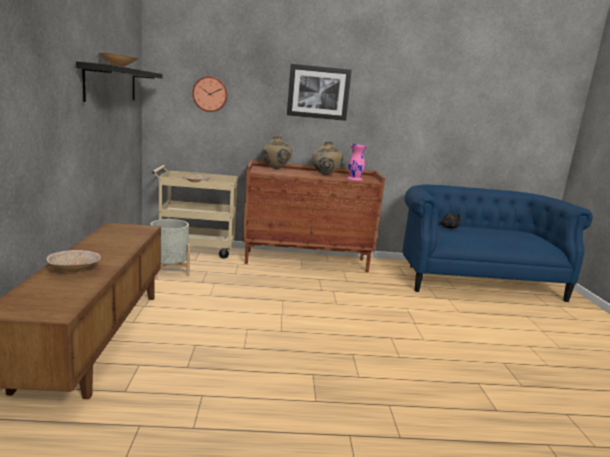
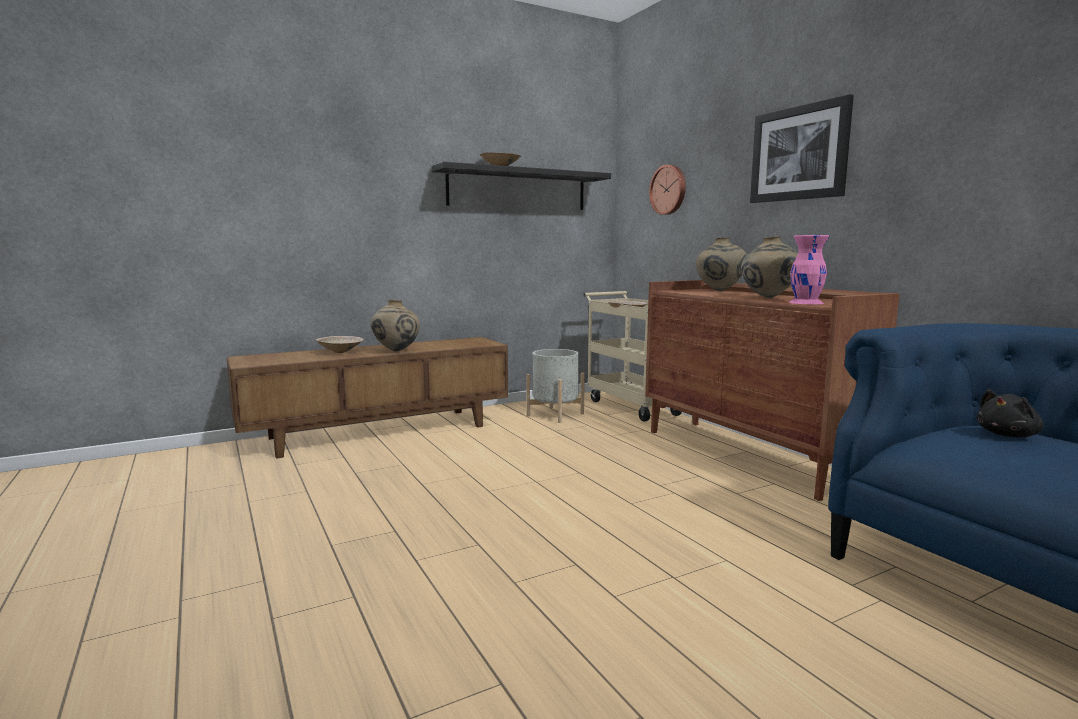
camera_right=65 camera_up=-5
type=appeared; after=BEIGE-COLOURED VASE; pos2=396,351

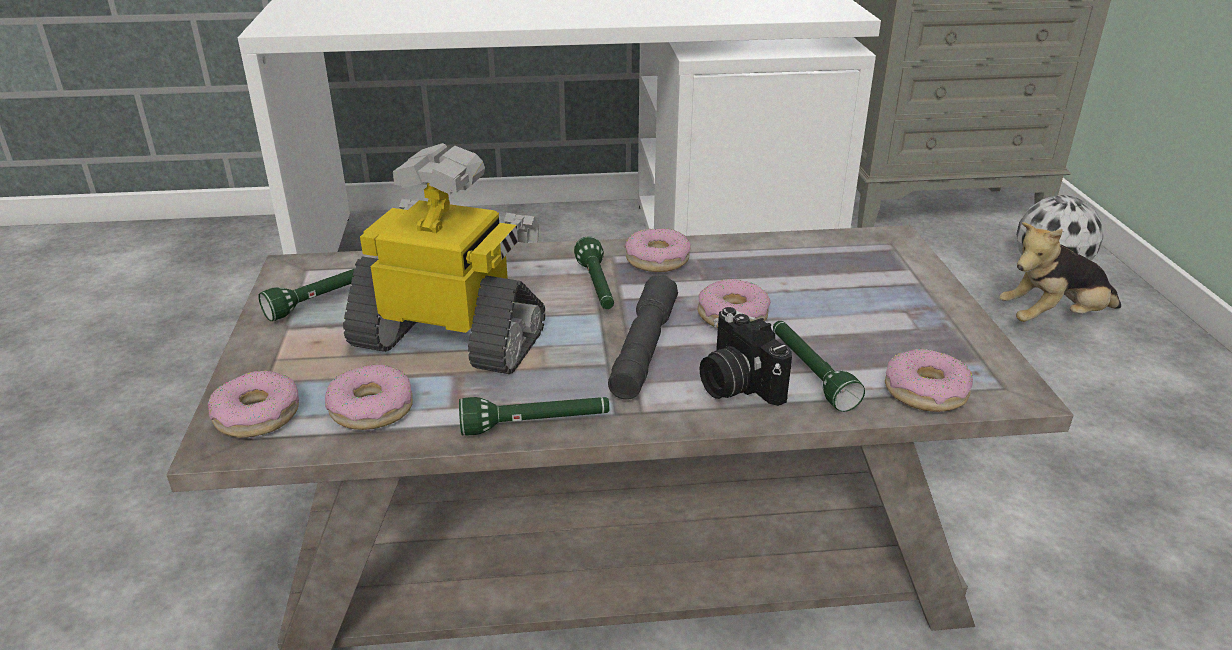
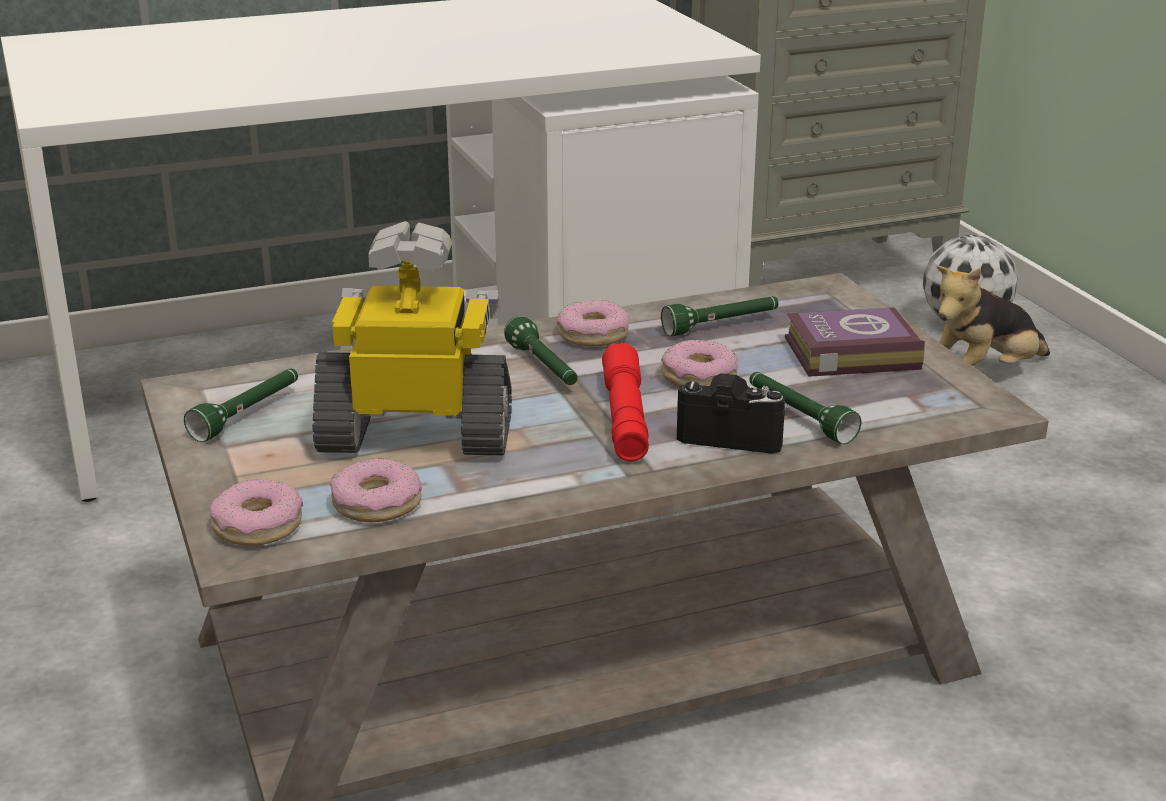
camera_right=-15 camera_up=-5
type=colour; before=GRAY FLASHLIGHT; after=REDDISH FLASHLIGHT; pos1=643,349; pos2=625,418
type=relocated; before=GREENISH FLASHLIGHT; pos1=536,425; pos2=721,326
type=spun; before=STILL CAMERA; pos1=735,384; pos2=732,435; turn=150
type=appeared; after=BOOK; pos2=847,352
type=missing; before=DOUGHNUT; pos1=926,391

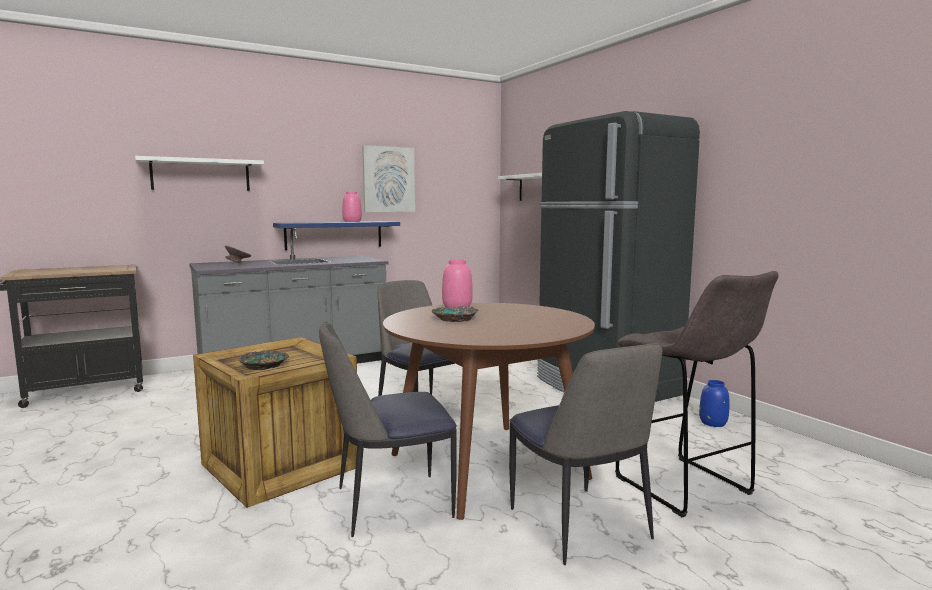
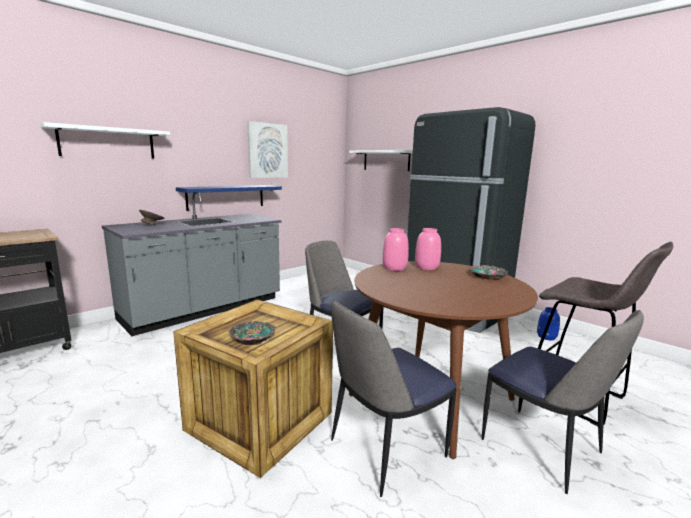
camera_right=-15 camera_up=5
type=relocated; before=PINKISH VASE; pos1=352,221; pos2=426,267
type=relocated; before=SERVING BOWL; pos1=454,318; pos2=487,276

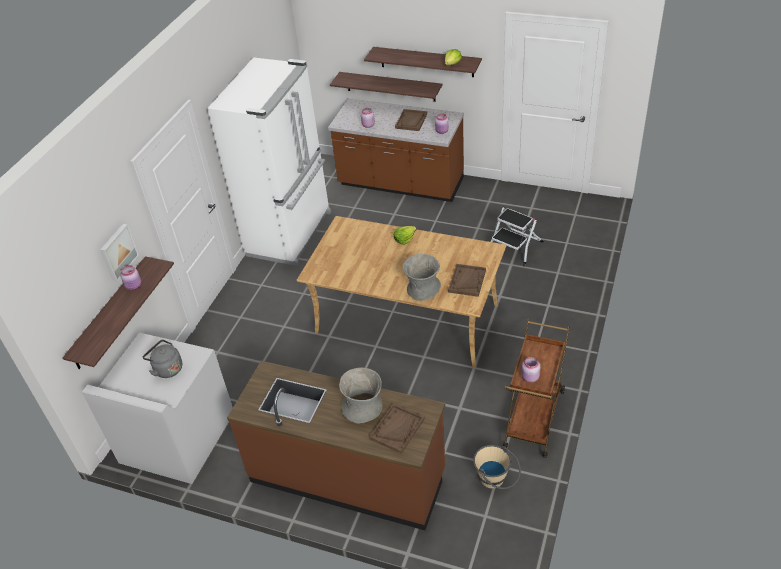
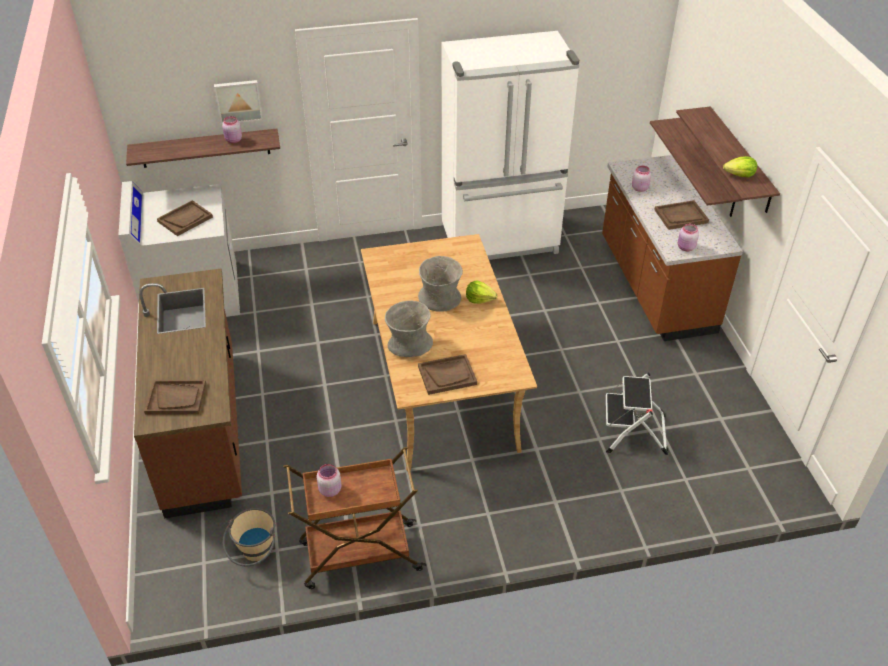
camera_right=55 camera_up=0
type=exchanged; before=GRAY TEA KETTLE; after=BROWN TRAY; pos1=167,368; pos2=185,219
type=relocated; before=GRAY VASE; pos1=363,407; pos2=440,299

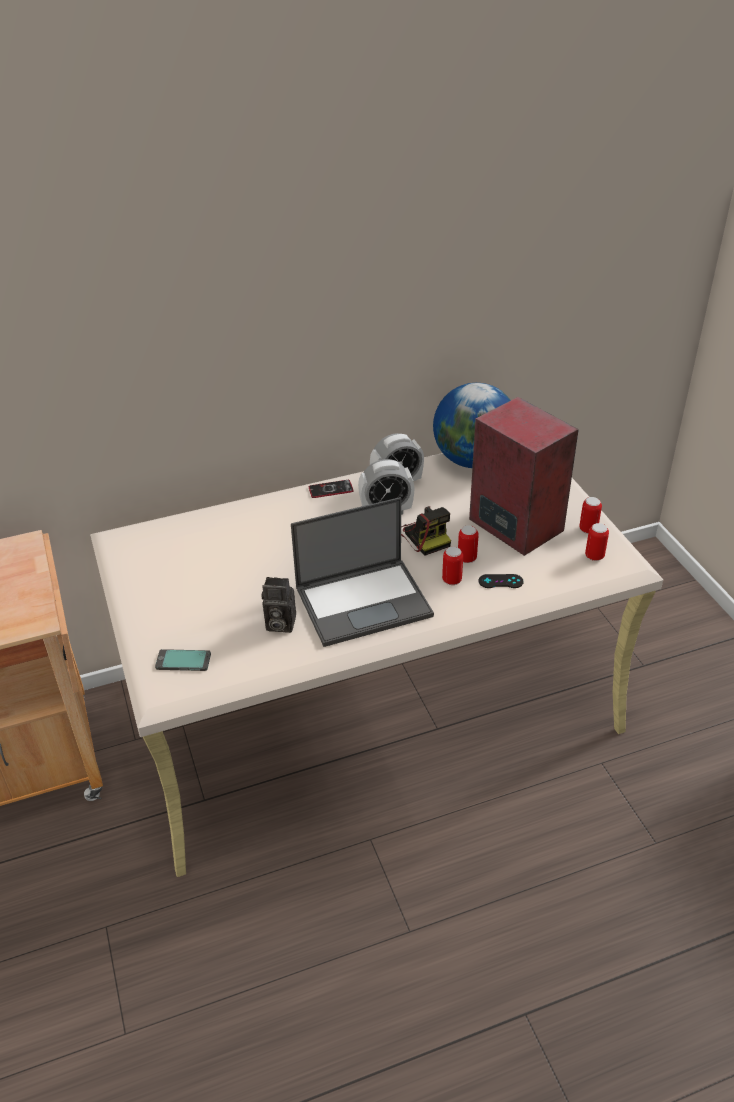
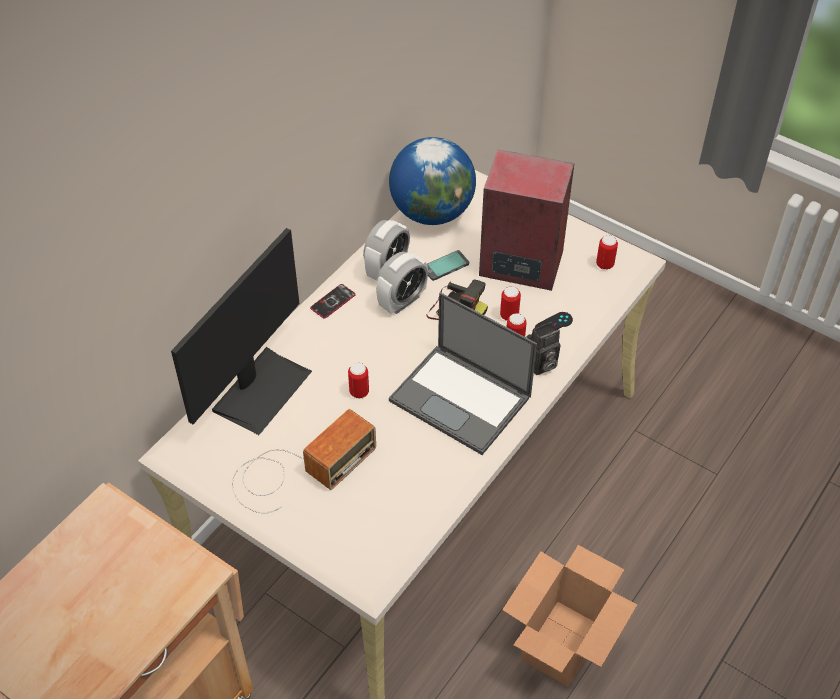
camera_right=-35 camera_up=10
type=appeared; after=COMPUTER SCREEN; pos2=261,389
type=appeared; after=RADIO RECEIVER; pos2=298,470
type=relocated; before=CAN; pos1=588,529; pos2=359,392
type=spun; before=NOTEBOOK COMPUTER; pos1=365,601; pos2=462,399; turn=90
type=relocated; before=HANDSET; pos1=183,661; pos2=446,266
type=appeared; after=PACKING BOX; pos2=562,642
type=relocated; before=STILL CAMERA; pos1=278,624; pos2=540,365

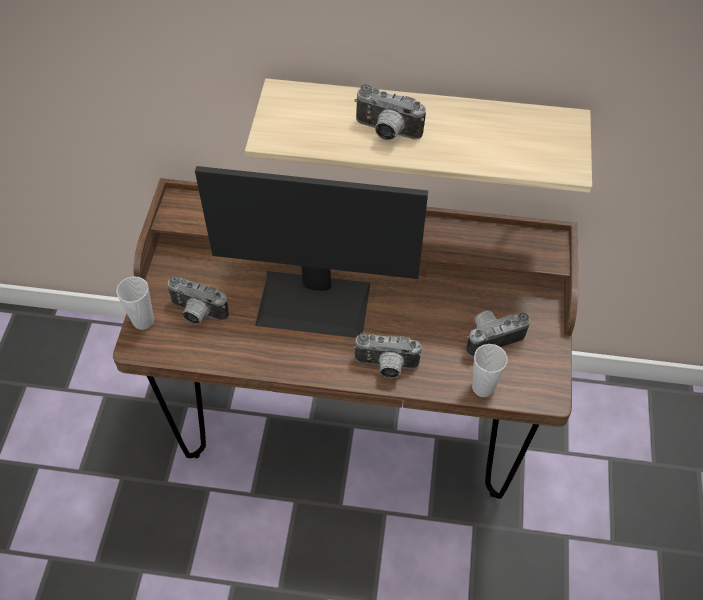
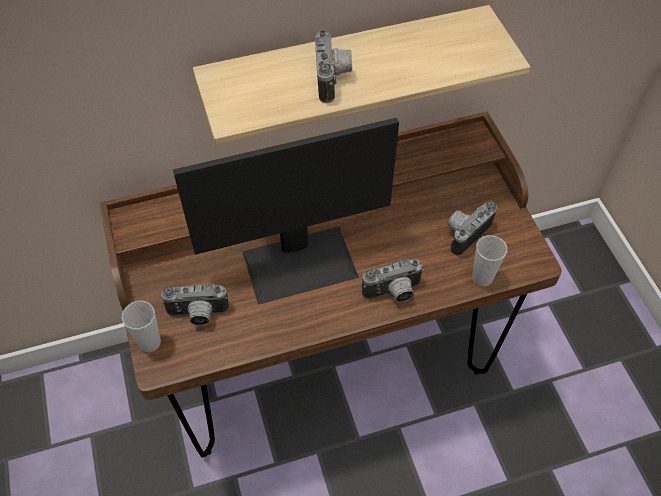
camera_right=-25 camera_up=0
type=spun; before=STILL CAMERA; pos1=386,132; pos2=333,79; turn=-90

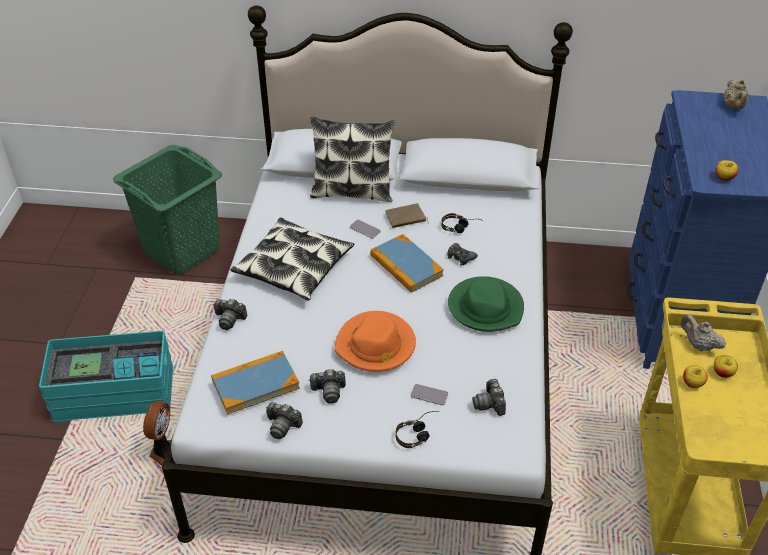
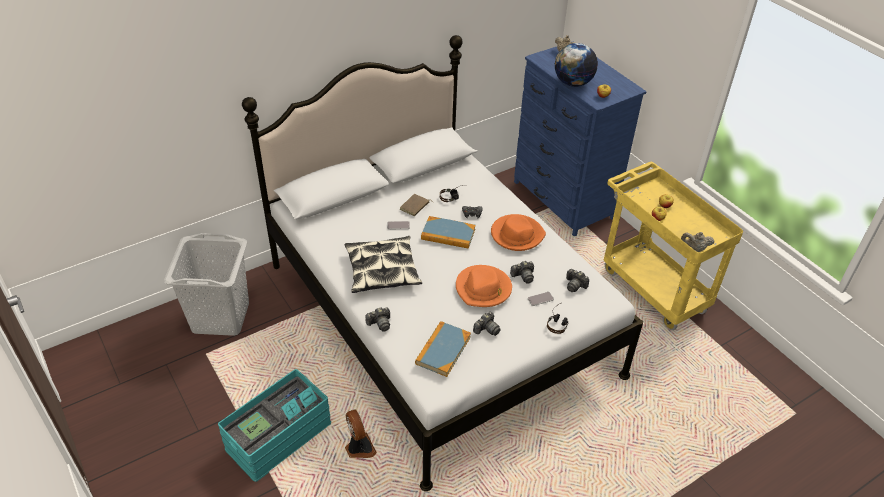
camera_right=-40 camera_up=0
type=colour; before=GREENISH LAUNDRY BASKET; after=GRAY LAUNDRY BASKET; pos1=183,250; pos2=221,317
type=colour; before=GREENISH CLOTHING HAT; after=ORANGE-COLOURED CLOTHING HAT; pos1=486,307; pos2=517,235
type=relocated; before=STILL CAMERA; pos1=282,426; pos2=523,276
type=appeared; after=WORLD GLOBE; pos2=573,83
type=relocated; before=BEIGE-COLOURED TEAPOT; pos1=698,345; pos2=694,249
type=missing; before=CUSHION; pos1=352,191

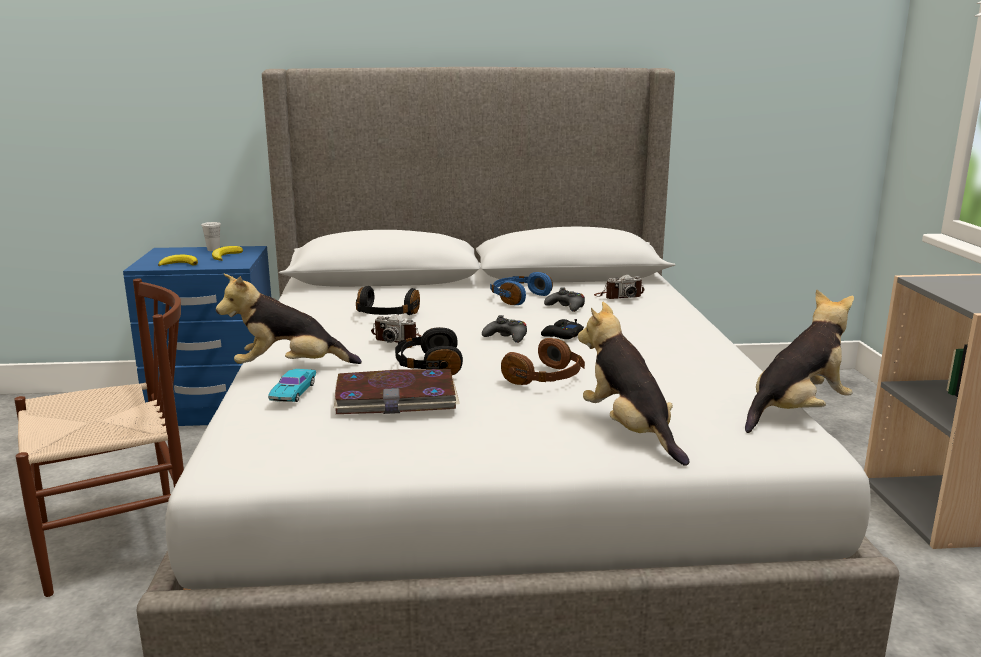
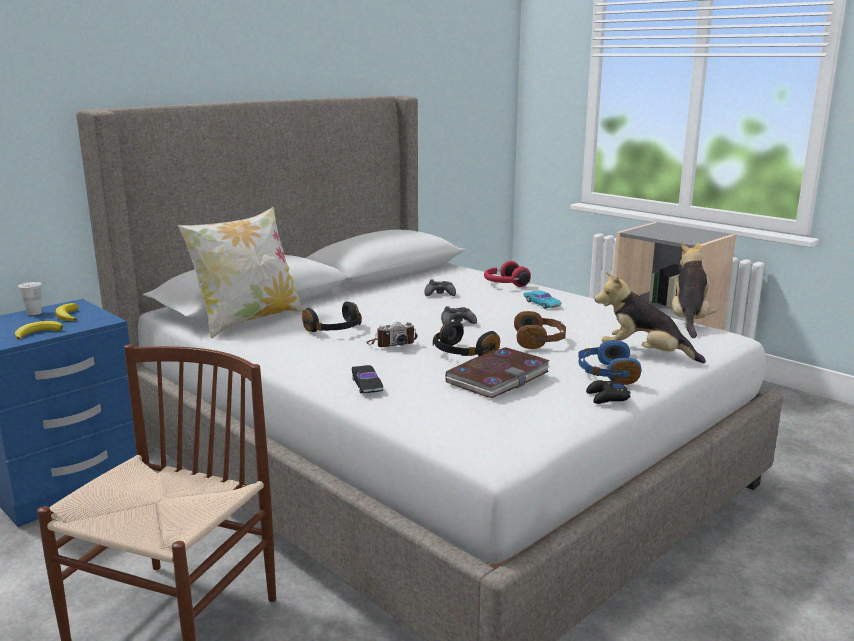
camera_right=-40 camera_up=0
type=appeared; after=CUSHION; pos2=248,321
type=exchanged; before=PLUSH TOY; after=BLACK MODEL CAR; pos1=289,368; pos2=366,384
type=appeared; after=REDDISH PAIR OF HEADPHONES; pos2=505,284
type=relocated; before=TURQUOISE-COLOURED MODEL CAR; pos1=293,391; pos2=541,303
type=relocated; before=BLUE-COLOURED PAIR OF HEADPHONES; pos1=518,298; pos2=606,374
type=relocated; before=BLACK GAME CONTROLLER; pos1=561,335; pos2=607,397
type=missing; before=STILL CAMERA; pos1=619,296

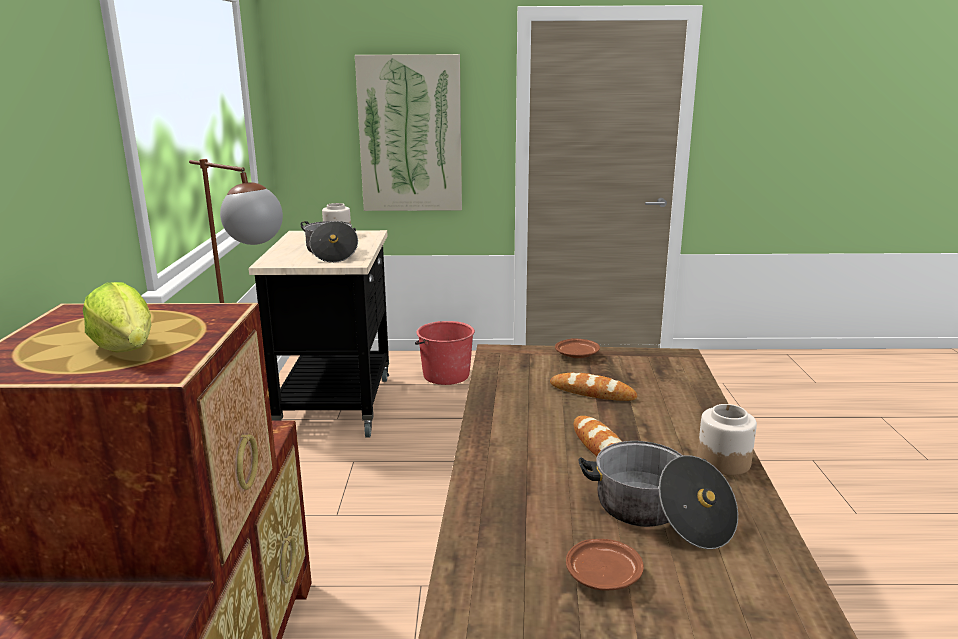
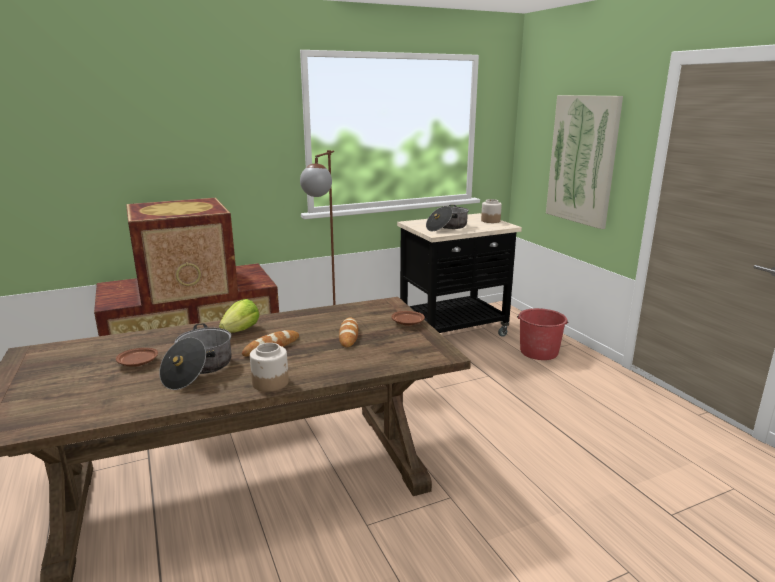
camera_right=65 camera_up=0
type=relocated; before=LETTUCE; pos1=126,348; pos2=241,330

